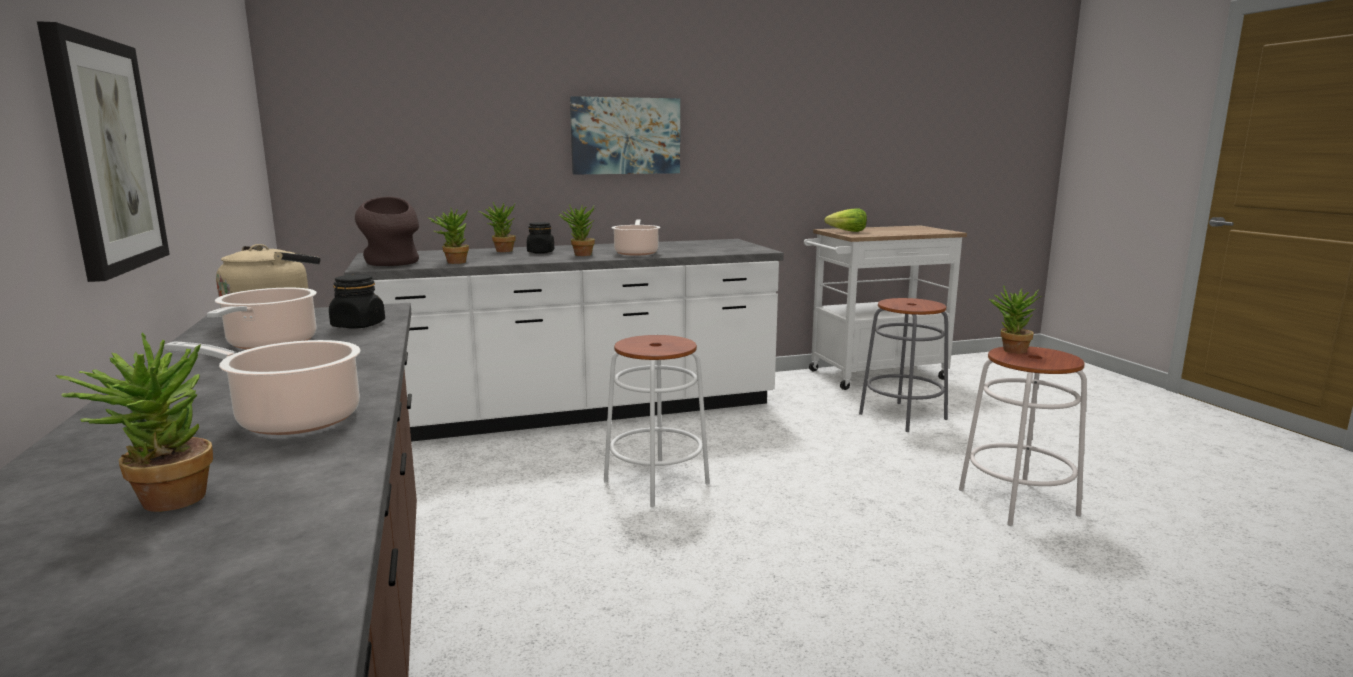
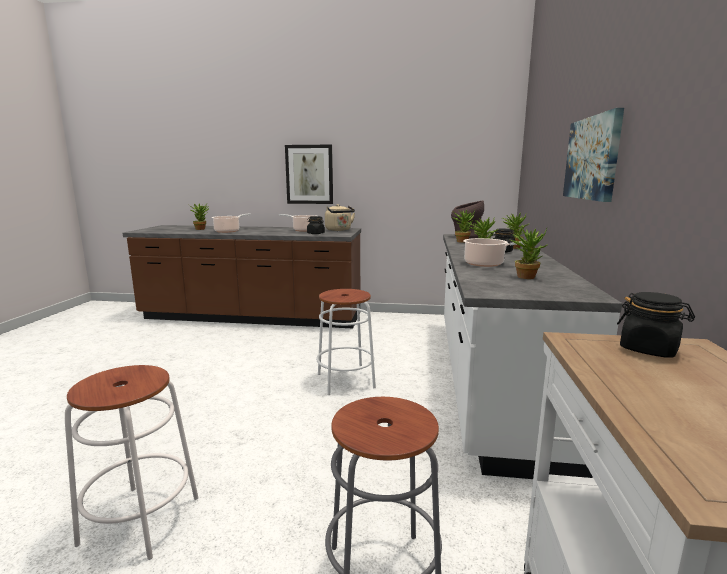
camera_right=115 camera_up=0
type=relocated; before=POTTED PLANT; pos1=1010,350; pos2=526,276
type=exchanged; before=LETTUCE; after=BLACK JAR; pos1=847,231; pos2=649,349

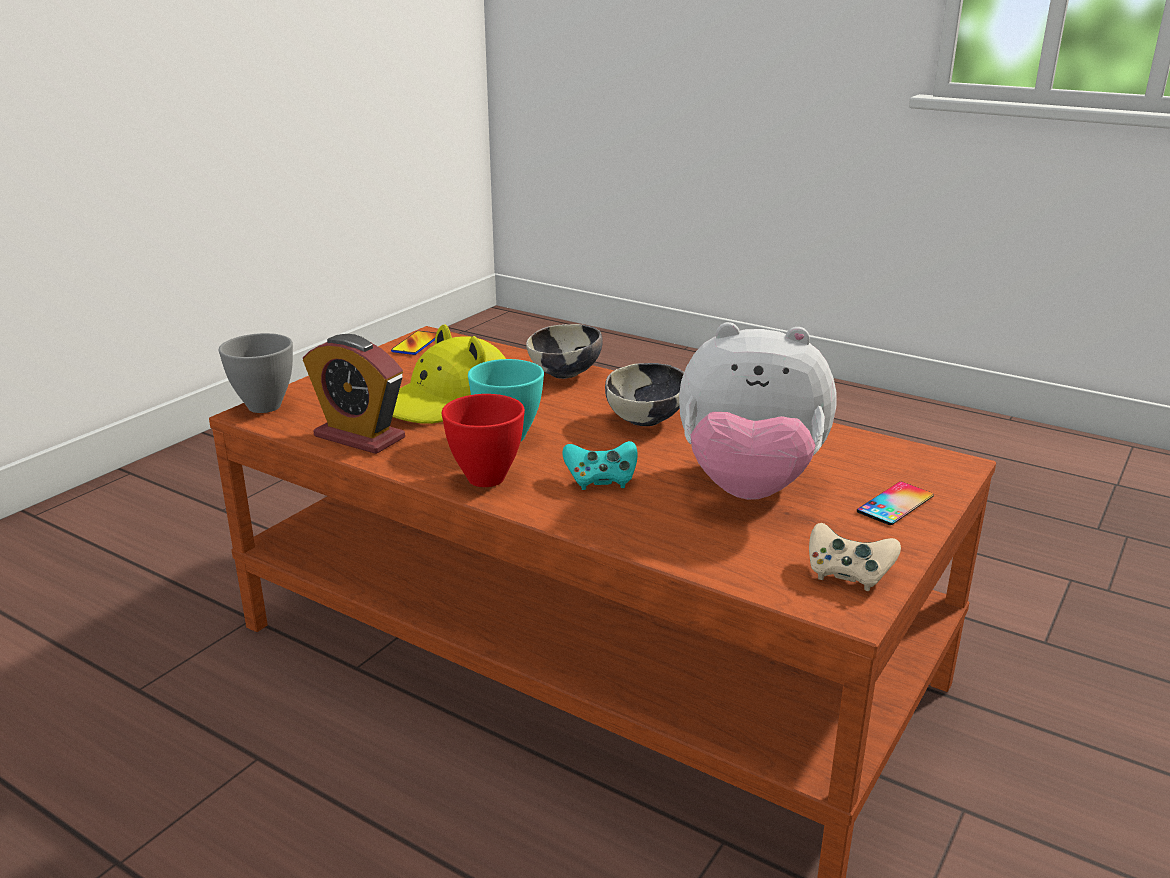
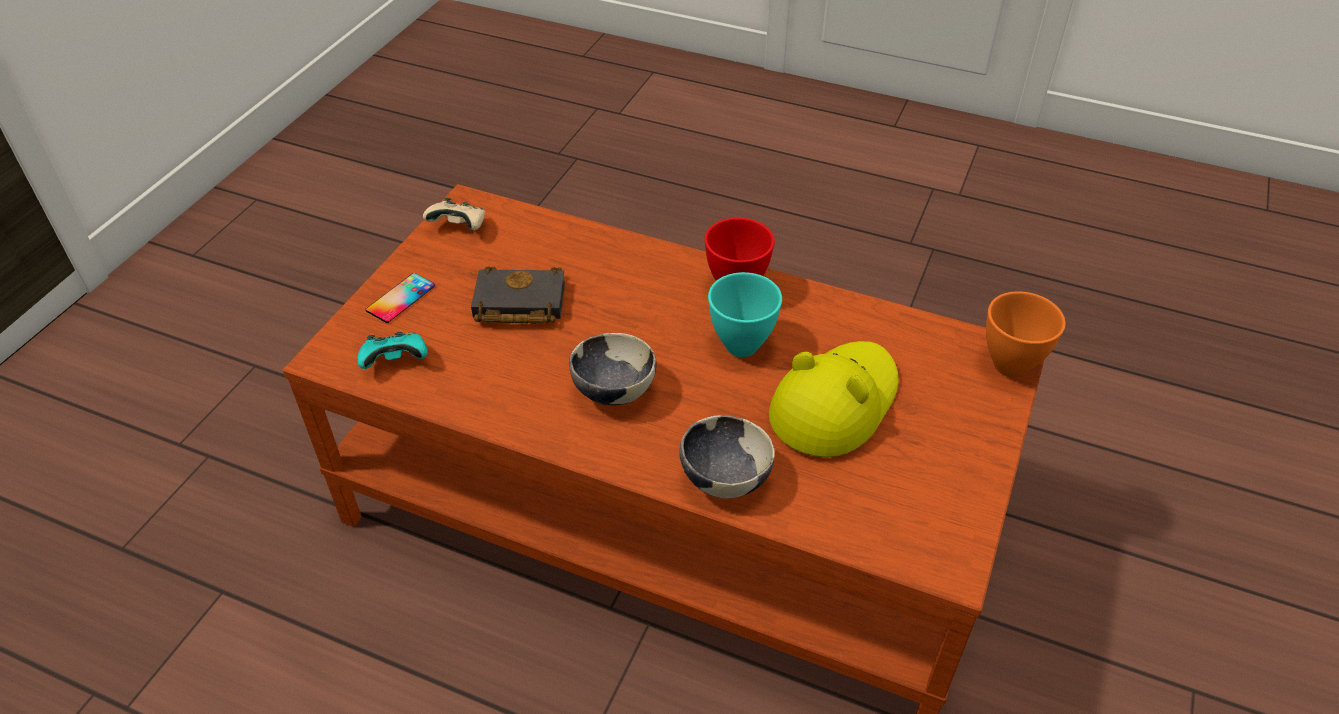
camera_right=170 camera_up=20
type=relocated; before=TURQUOISE-COLOURED GAME CONTROLLER; pos1=601,480; pos2=395,361
type=exchanged; before=PLUSH TOY; after=BLACK BOOK; pos1=749,487; pos2=517,304
type=colour; before=GRAY SERVING BOWL; after=ORANGE-COLOURED SERVING BOWL; pos1=264,406; pos2=1012,367
type=missing; before=TABLE CLOCK; pos1=359,437
type=missing; before=HANDSET; pos1=416,344

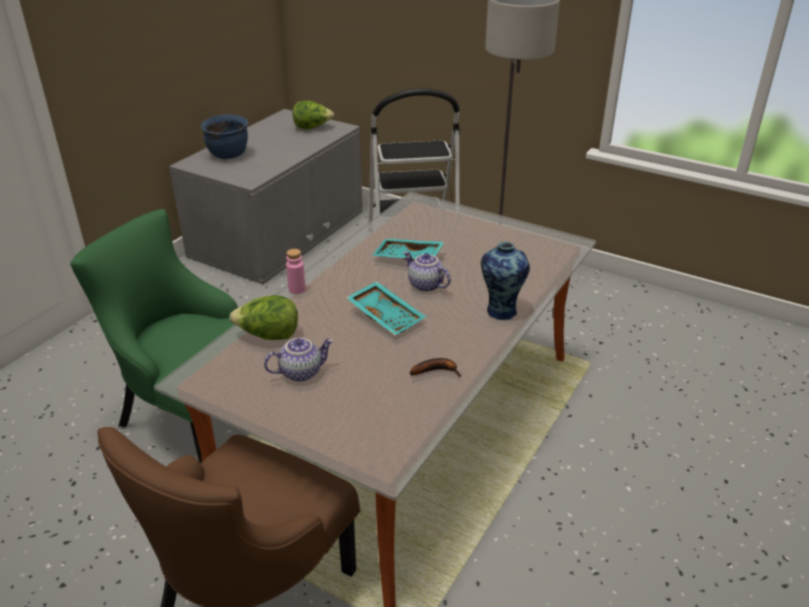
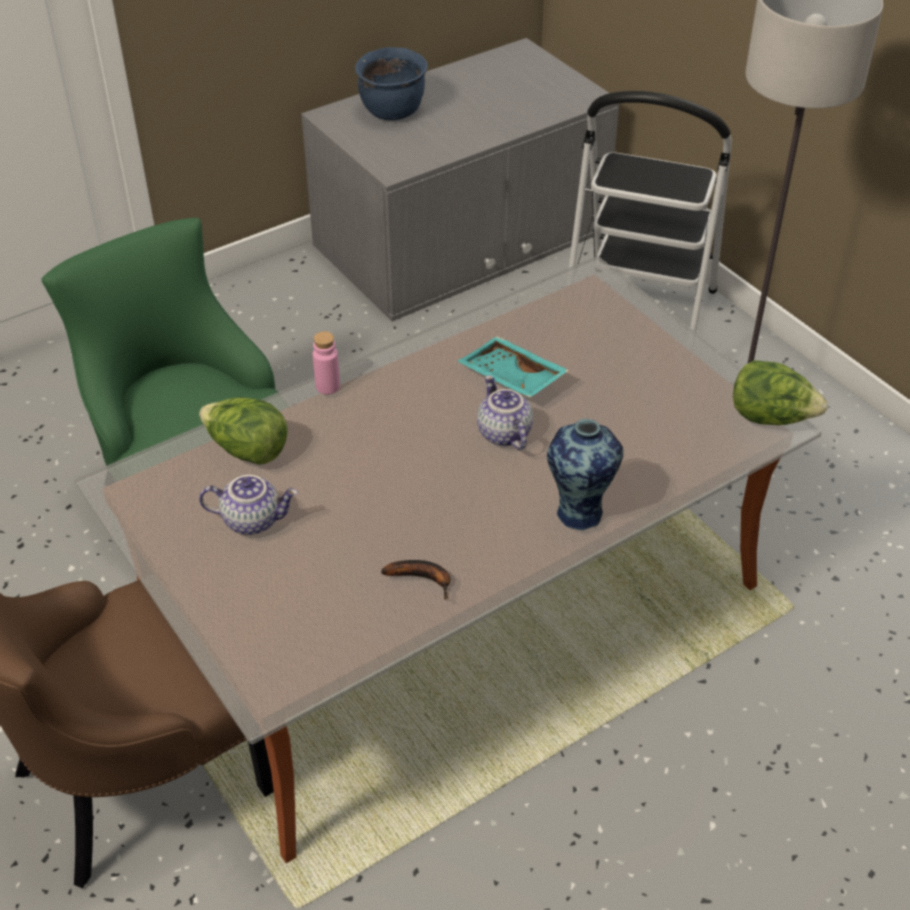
camera_right=25 camera_up=10
type=relocated; before=LETTUCE; pos1=312,128; pos2=771,417
type=missing; before=TURQUOISE-COLOURED TRAY; pos1=387,315

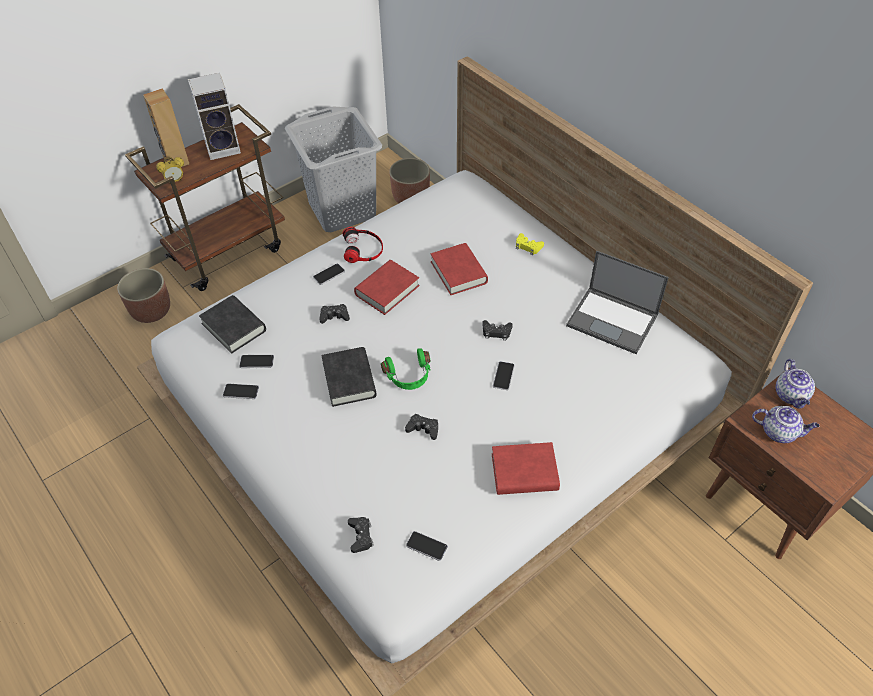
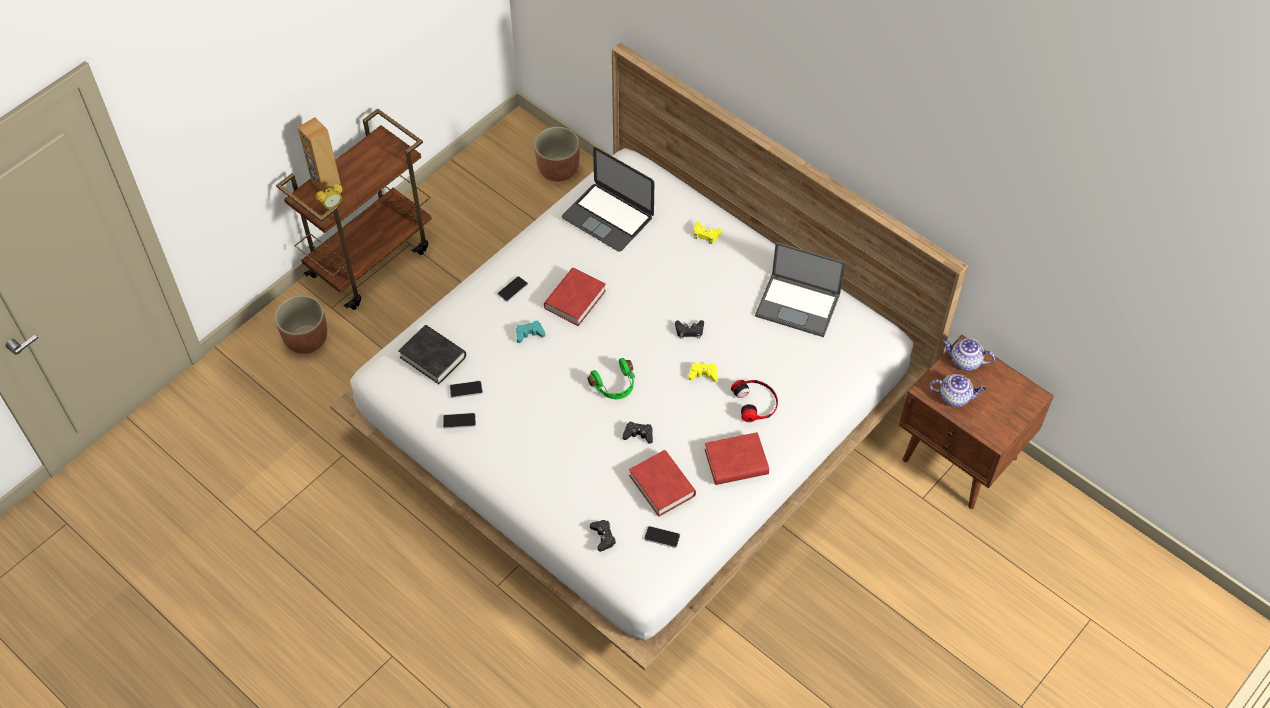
camera_right=-10 camera_up=5
type=colour; before=BLACK GAME CONTROLLER; after=TURQUOISE-COLOURED GAME CONTROLLER; pos1=334,316; pos2=529,334
type=appeared; after=NOTEBOOK COMPUTER; pos2=608,217
type=relocated; before=REDDISH BOOK; pos1=458,272; pos2=662,486
type=exchanged; before=HANDSET; after=YELLOWISH GAME CONTROLLER; pos1=503,376; pos2=703,374
type=relocated; before=PAIR OF HEADPHONES; pos1=363,249; pos2=756,402
type=spun; before=TEAPOT; pos1=791,395; pos2=964,361; turn=120
type=missing; before=LOUDSPEAKER; pos1=224,147
type=missing; before=GRAY LAUNDRY BASKET; pos1=342,210
type=missing; before=BLACK BOOK; pos1=349,380

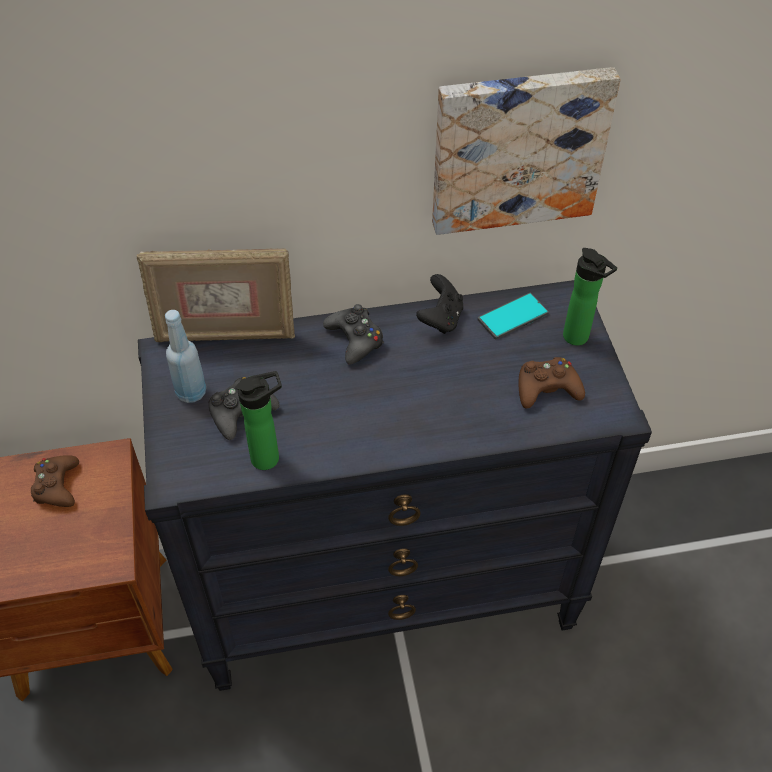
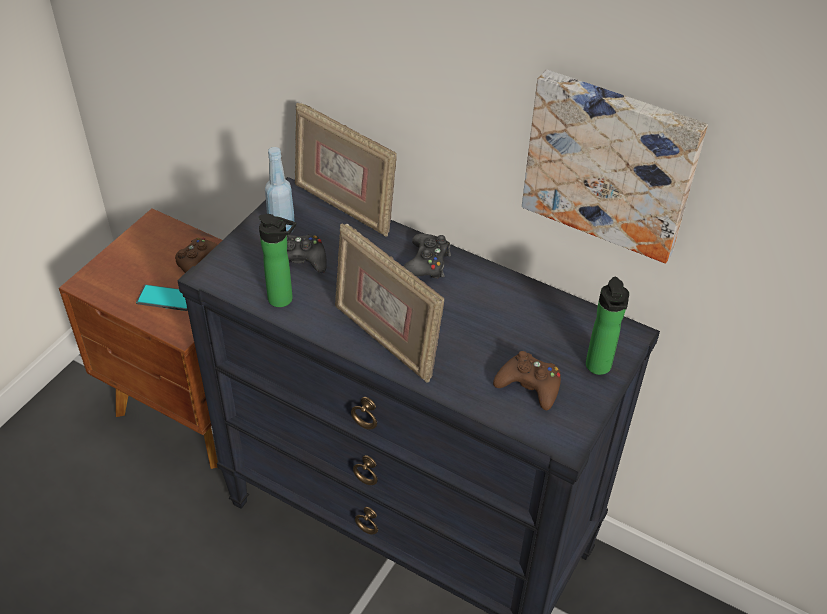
camera_right=40 camera_up=-5
type=relocated; before=HANDSET; pos1=513,317; pos2=165,298
type=appeared; after=PHOTO FRAME; pos2=385,340
type=missing; before=BLACK GAME CONTROLLER; pos1=440,319

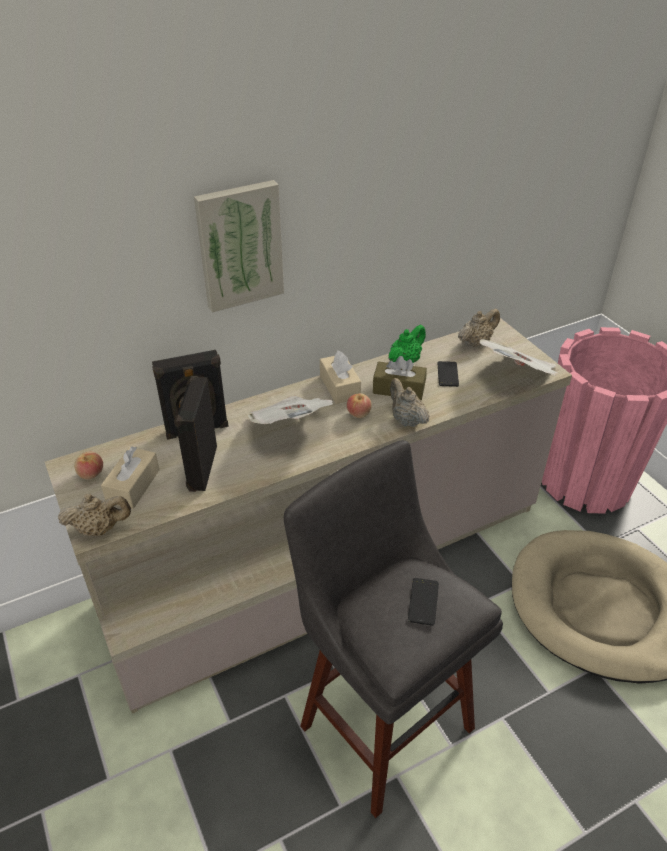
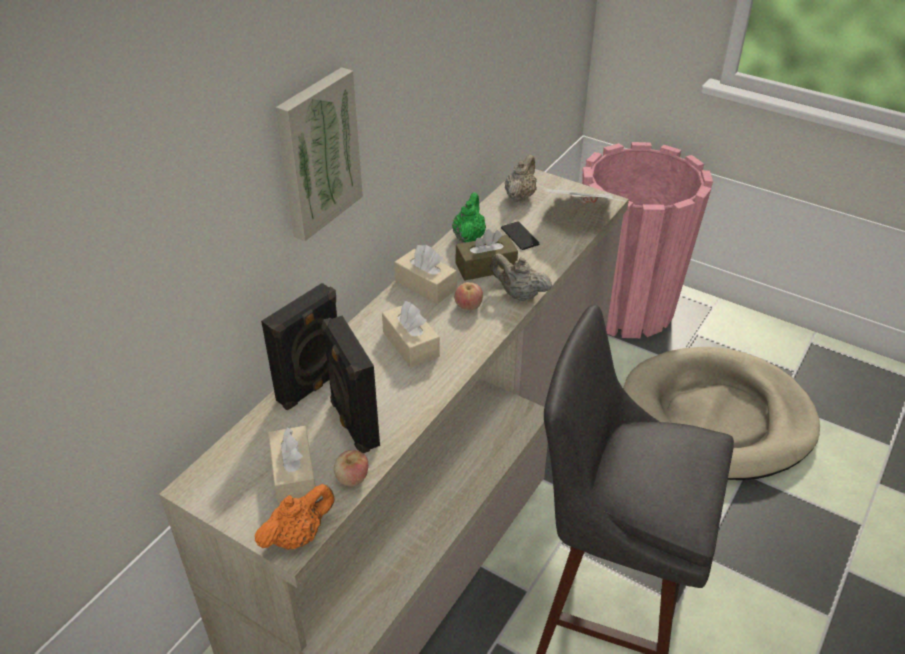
camera_right=-30 camera_up=0
type=colour; before=BEIGE-COLOURED TEAPOT; after=ORANGE-COLOURED TEAPOT; pos1=99,529; pos2=298,536
type=relocated; before=APPLE; pos1=91,474; pos2=352,478
type=exchanged; before=NEWSPAPER; after=BEIGE-COLOURED TISSUE HOLDER; pos1=290,426; pos2=410,344
type=missing; before=HANDSET; pos1=423,601

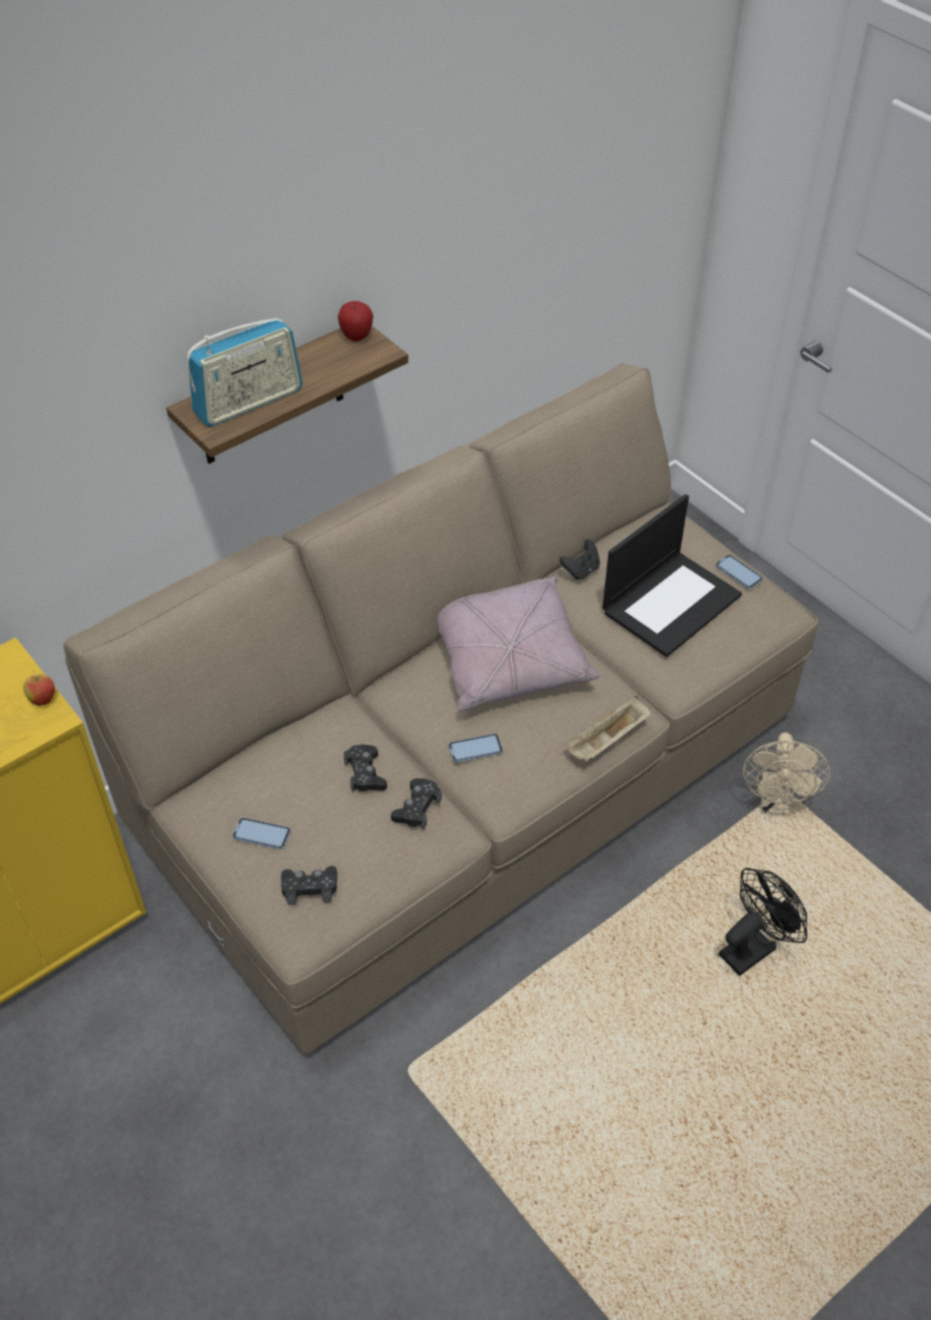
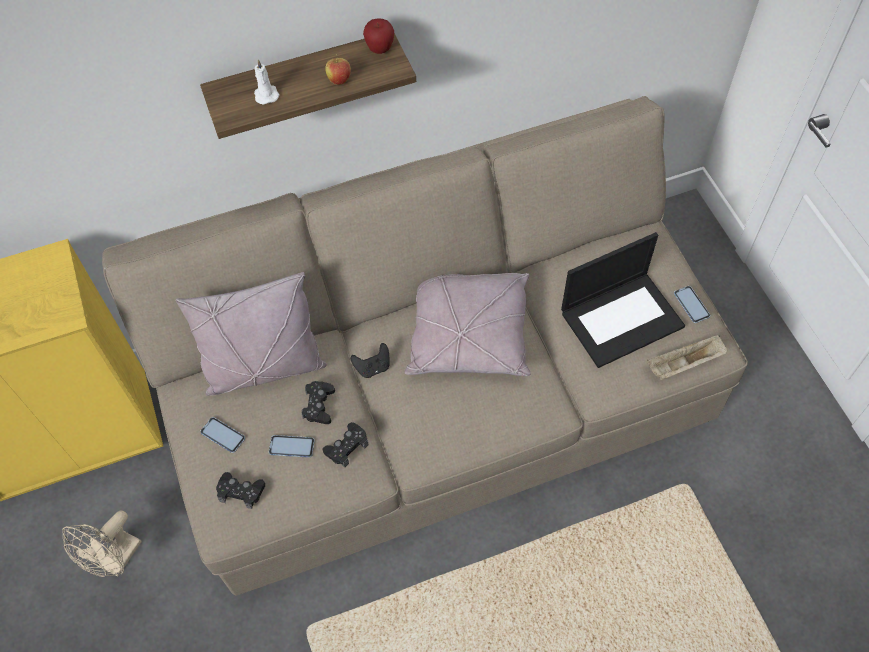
camera_right=20 camera_up=10
type=relocated; before=BEIGE-COLOURED FAN; pos1=775,803; pos2=117,561
type=appeared; after=PURPLISH CUSHION; pos2=264,368
type=exchanged; before=RADIO RECEIVER; after=WHITE-COLOURED WAX CANDLE; pos1=249,402; pos2=266,94
type=relocated; before=HANDSET; pos1=475,749; pos2=292,447
type=relocated; before=APPLE; pos1=43,699; pos2=339,80
type=relocated; before=BLACK GAME CONTROLLER; pos1=581,570; pos2=373,367
type=relocated; before=BEIGE-COLOURED TRAY; pos1=607,741; pos2=684,365
type=missing; before=BLACK FAN; pos1=753,947

